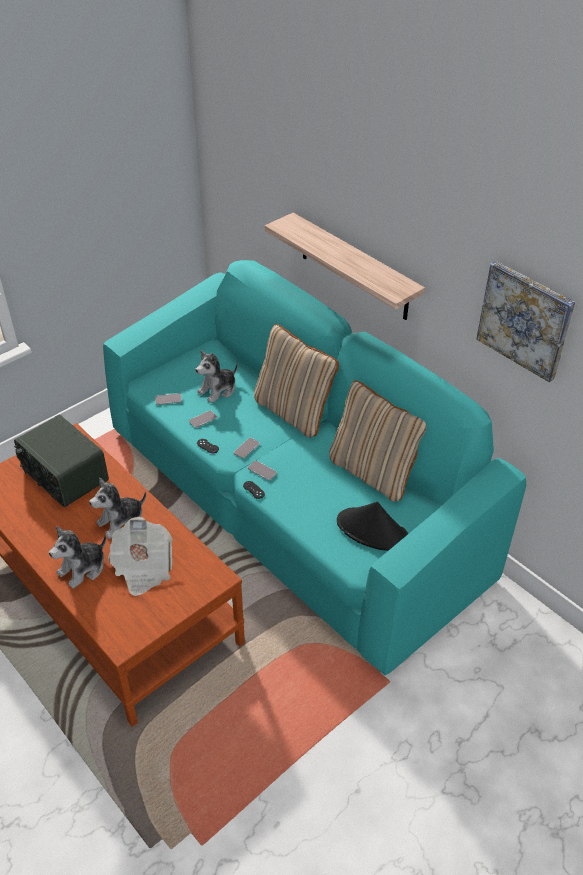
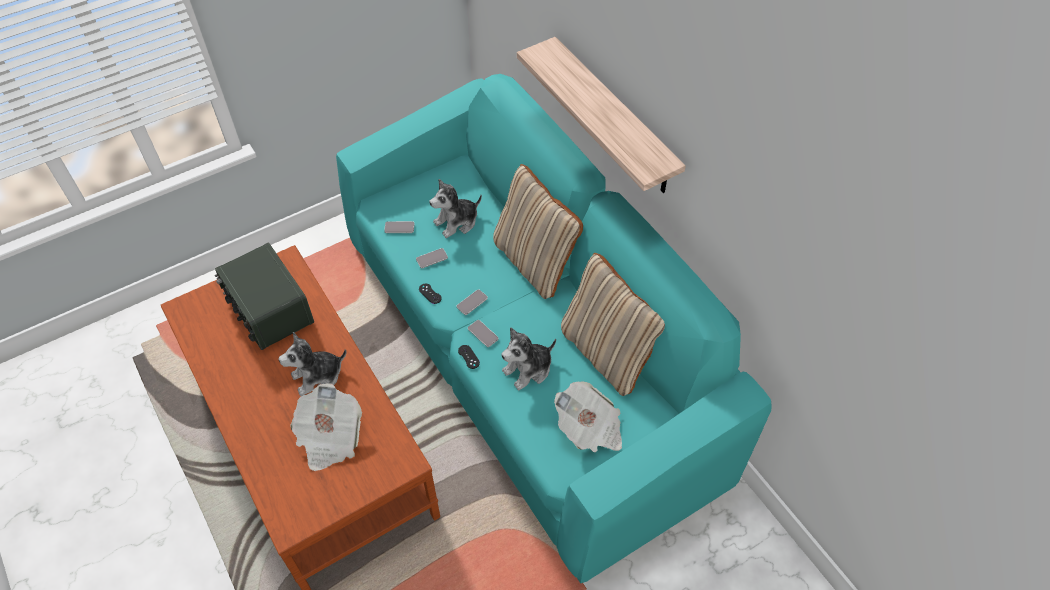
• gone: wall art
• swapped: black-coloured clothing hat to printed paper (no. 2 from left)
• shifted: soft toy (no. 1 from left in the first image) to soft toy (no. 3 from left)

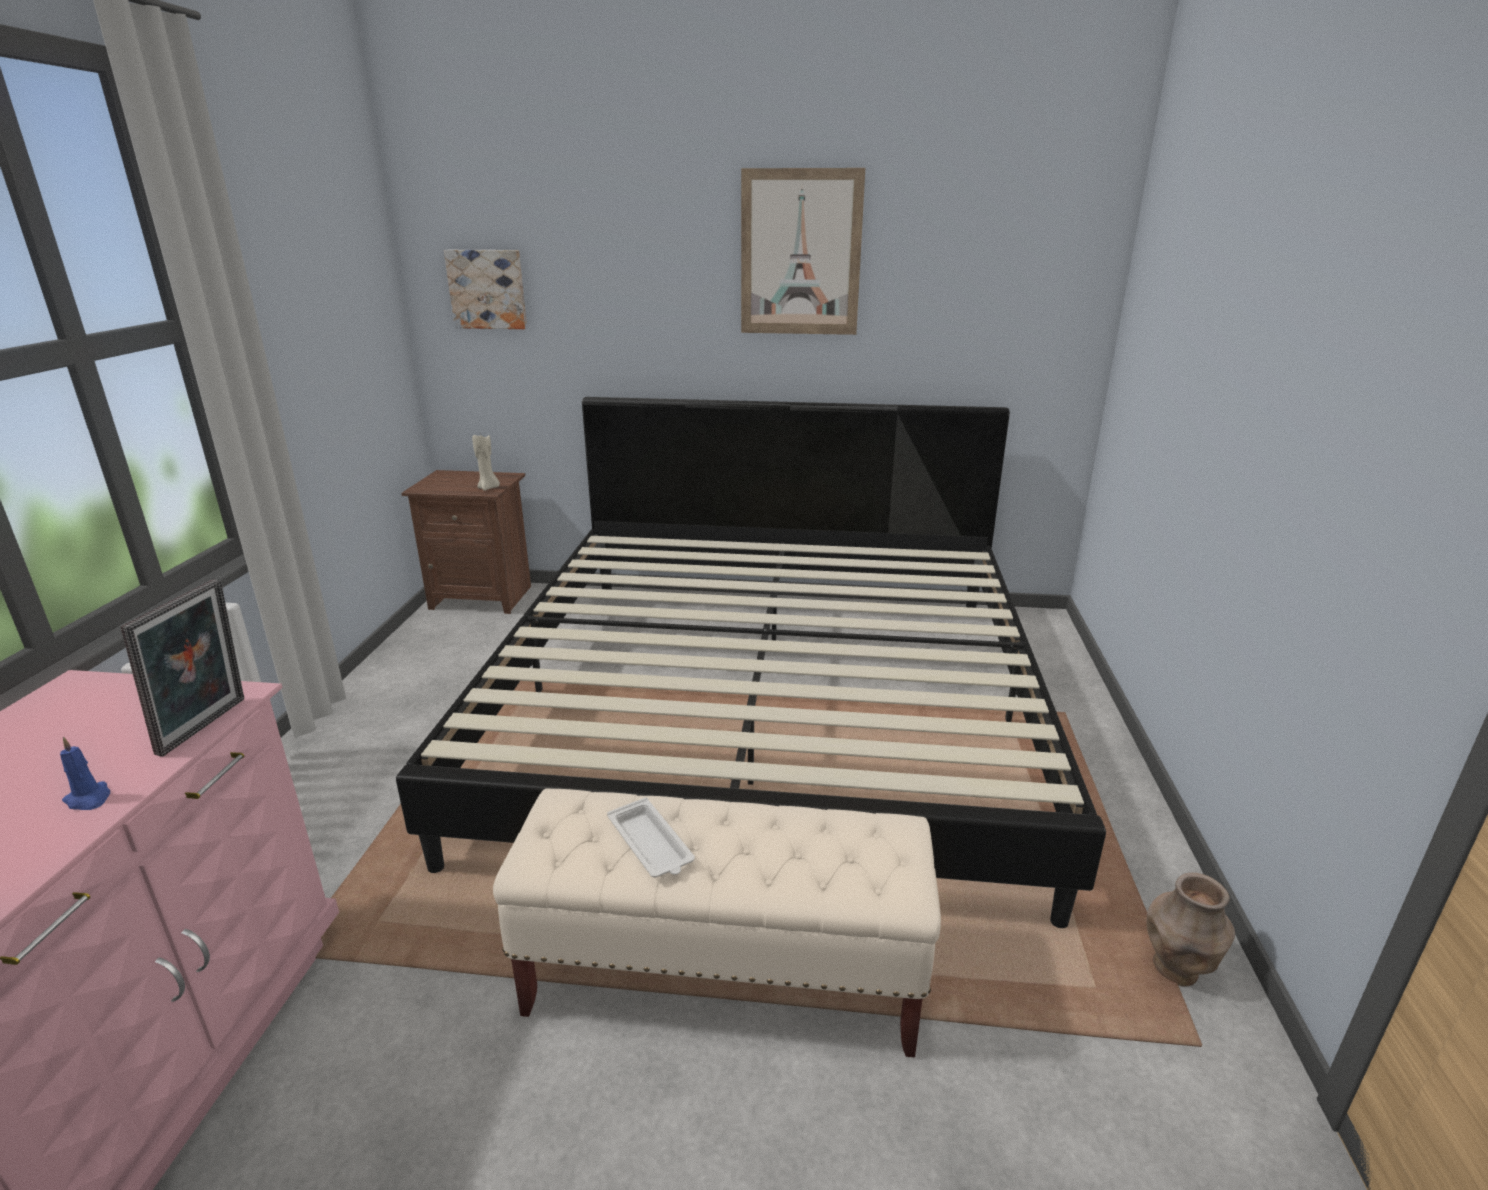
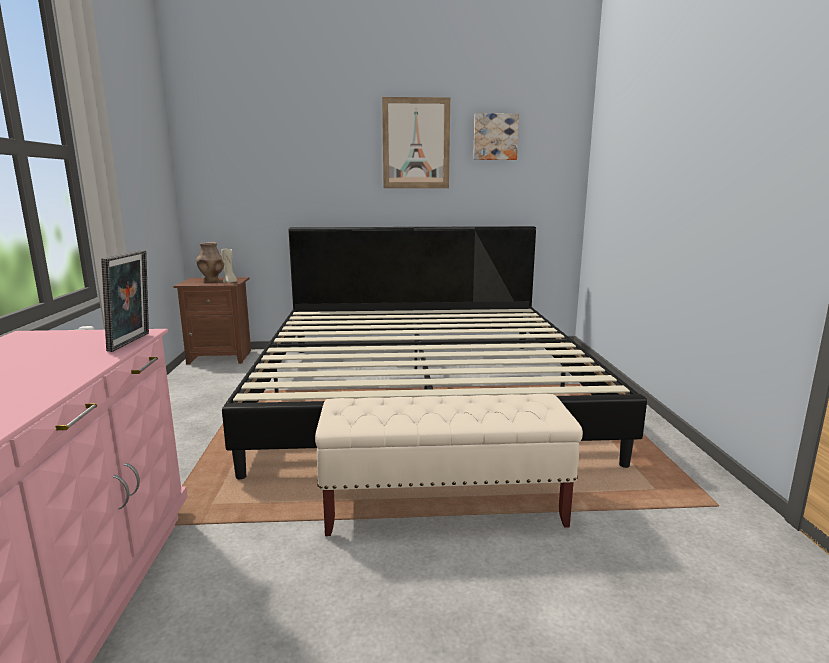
• shifted: wall art (no. 1 from left in the first image) to wall art (no. 2 from left)
• gone: blue-coloured wax light
• gone: white-coloured carrying tray
• shifted: brown flower vase

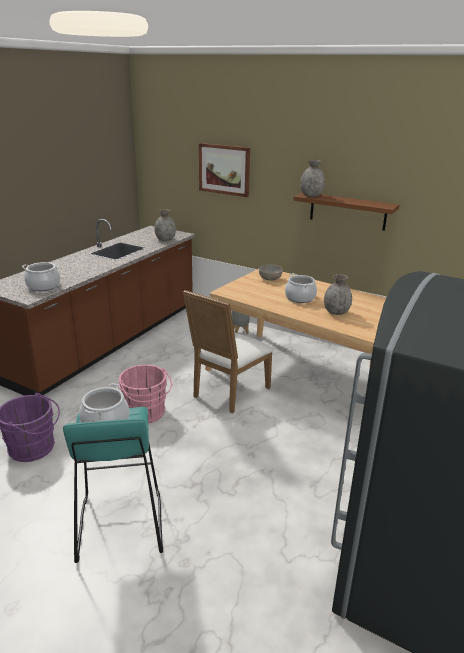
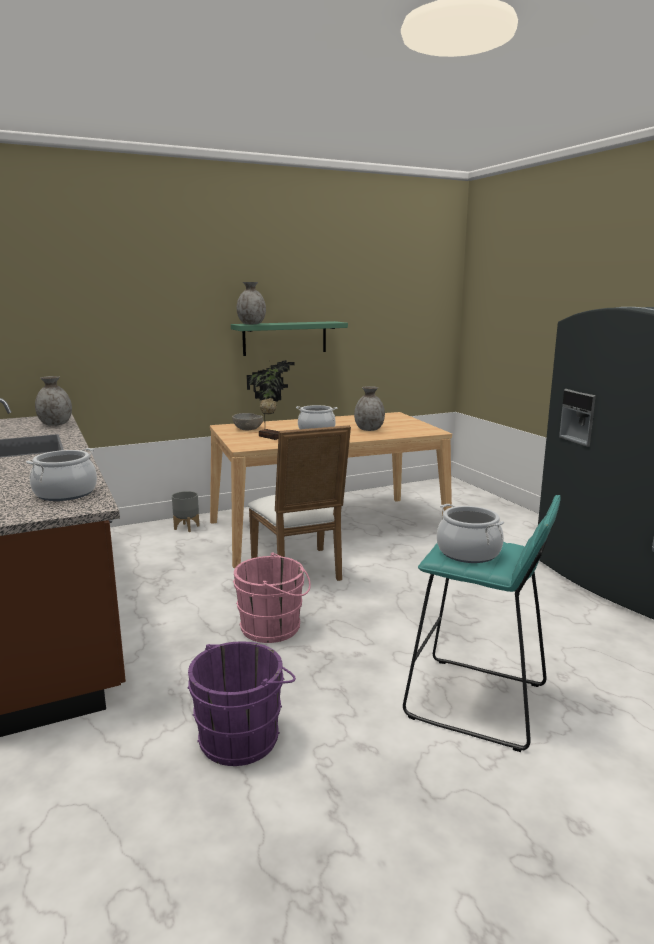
• gone: wall art
• repainted: brown bracket shelf to greenish bracket shelf
• new: plant in a pot

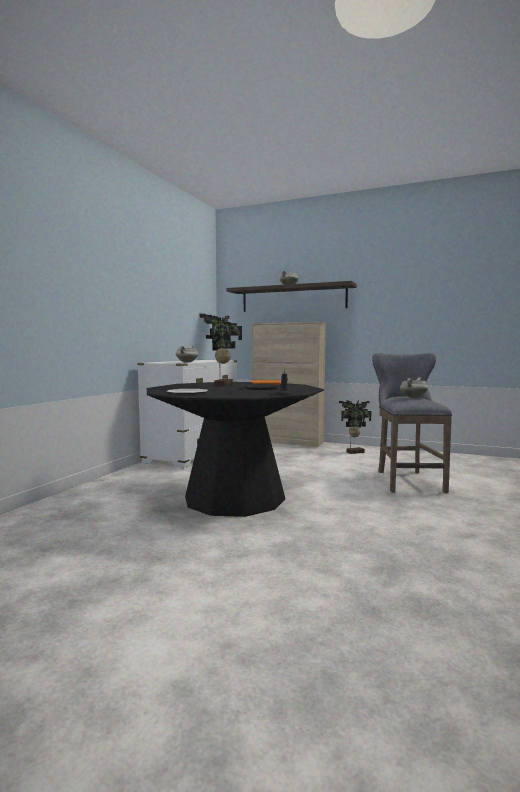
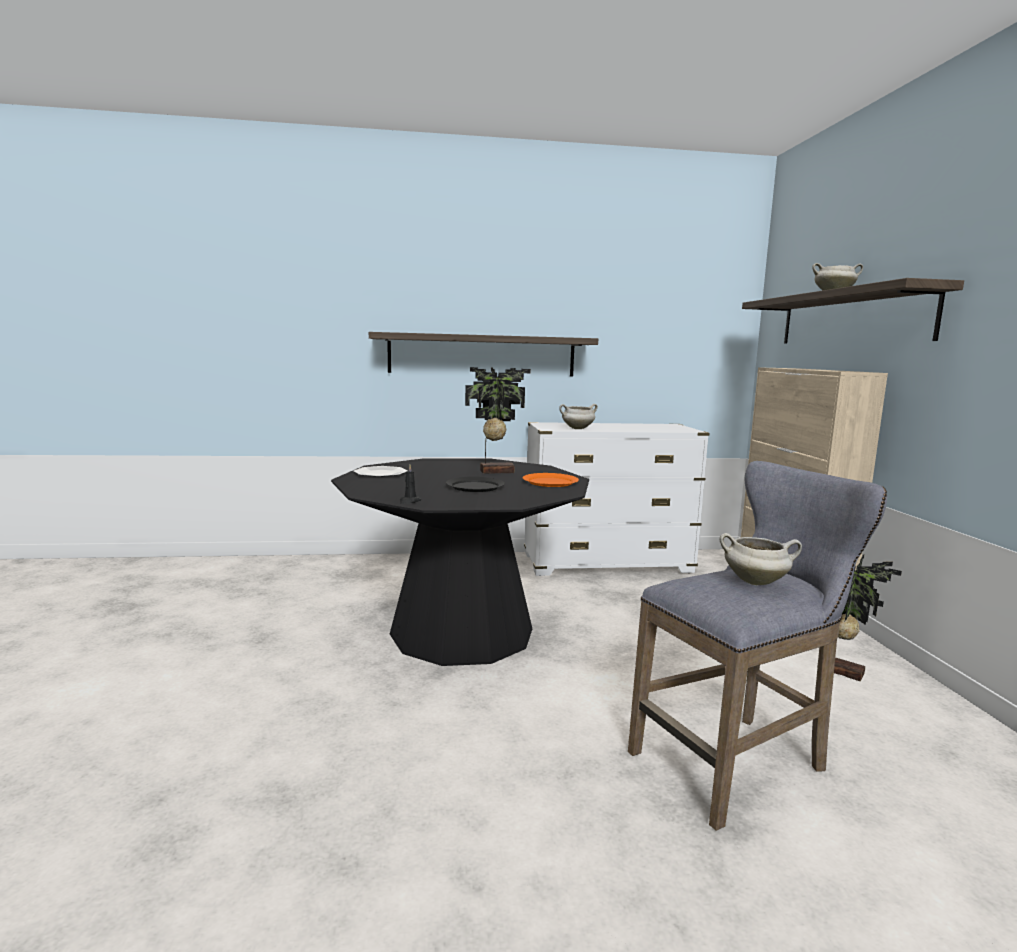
• new: bracket shelf (no. 1 from left)

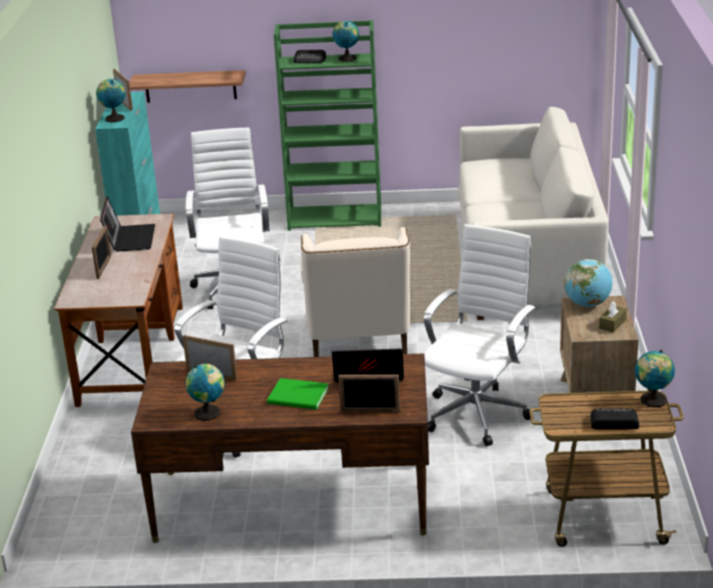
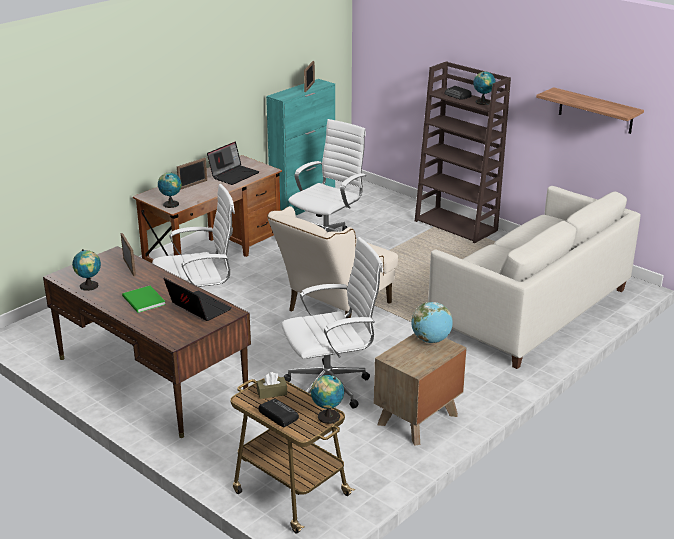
• repainted: greenish shelving unit to brown shelving unit
• shifted: bracket shelf
• shifted: world globe (no. 1 from left in the first image) to world globe (no. 2 from left)
• shifted: brown tissue box
• gone: photo frame (no. 4 from left)

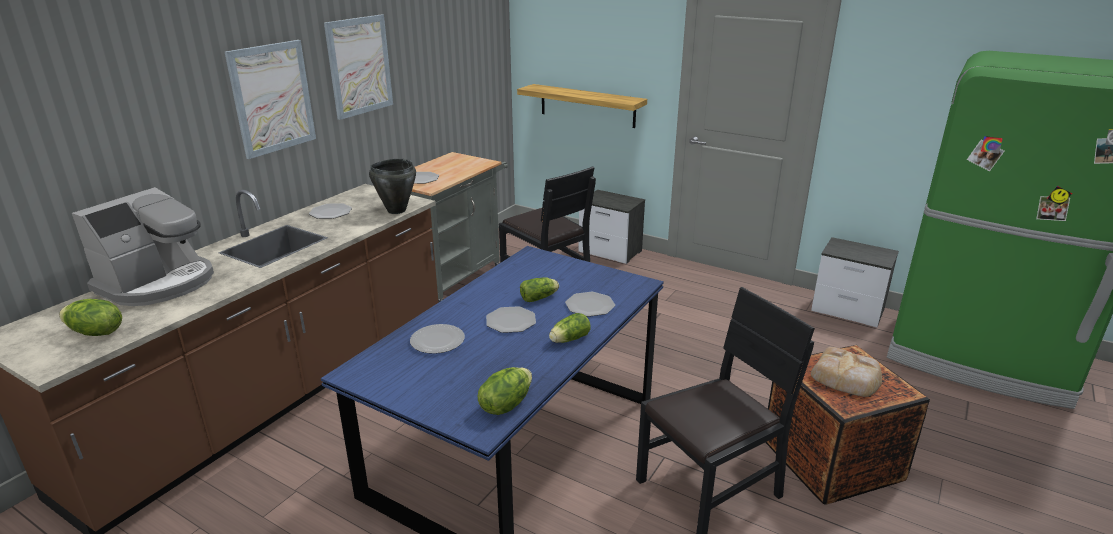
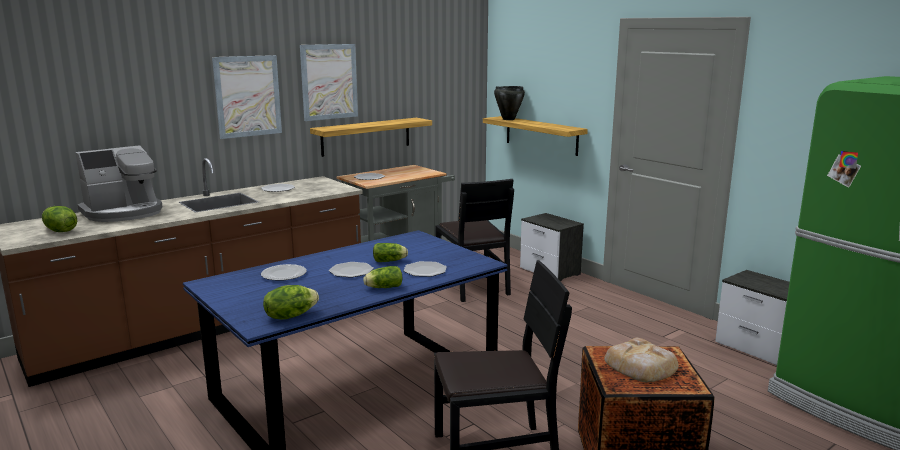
• shifted: black-coloured stockpot
• new: bracket shelf (no. 1 from left)

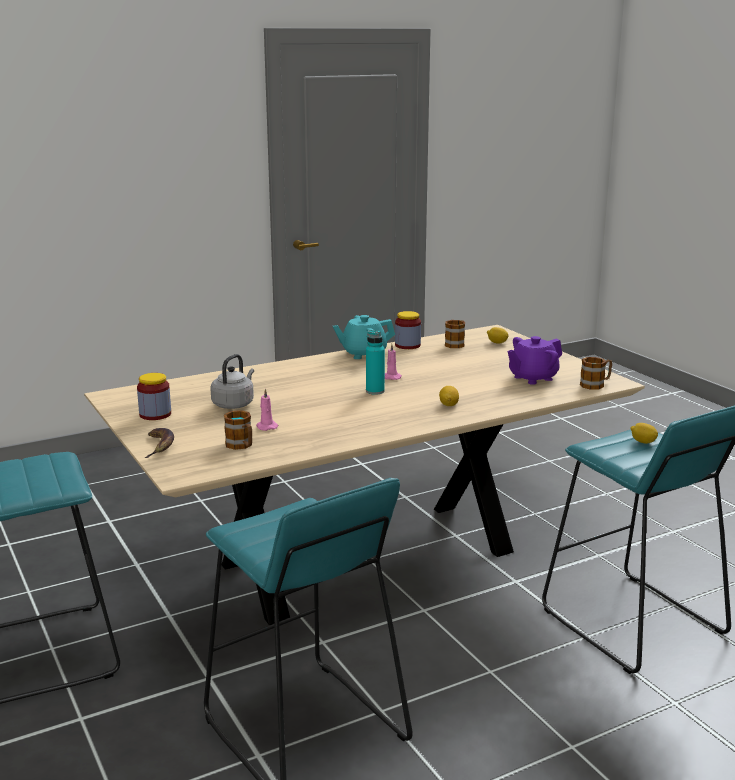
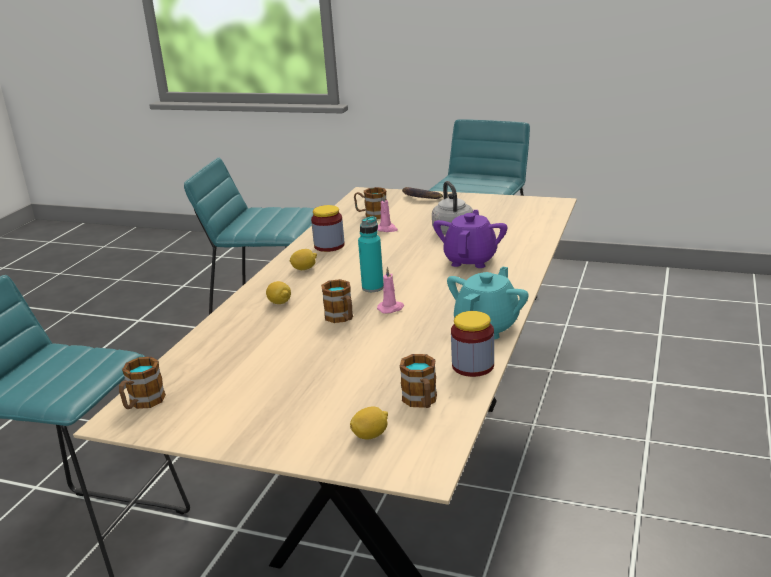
• shifted: purple tea pot
• shifted: preserve jar (no. 1 from left)
• shifted: lemon (no. 3 from left in the first image) to lemon (no. 2 from left)
• new: coffee mug (no. 2 from left)

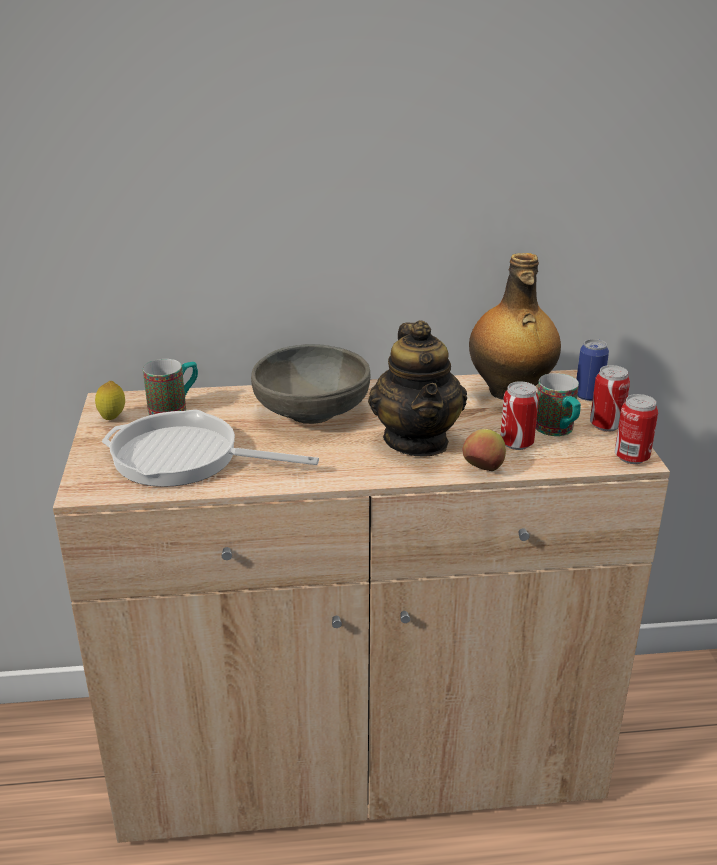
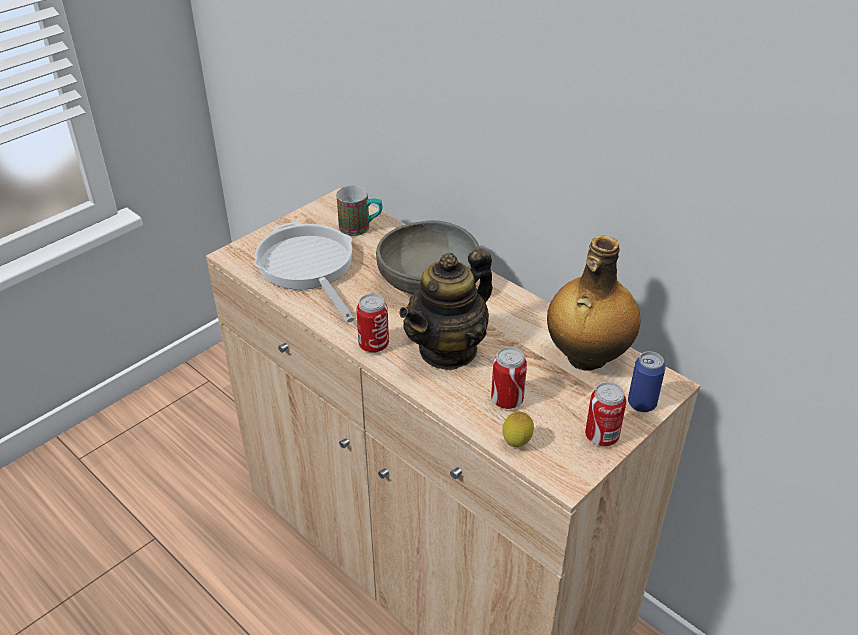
• gone: coffee mug (no. 2 from left)
• shifted: lemon
• shifted: sealed can (no. 4 from left in the first image) to sealed can (no. 1 from left)
• gone: apple fruit

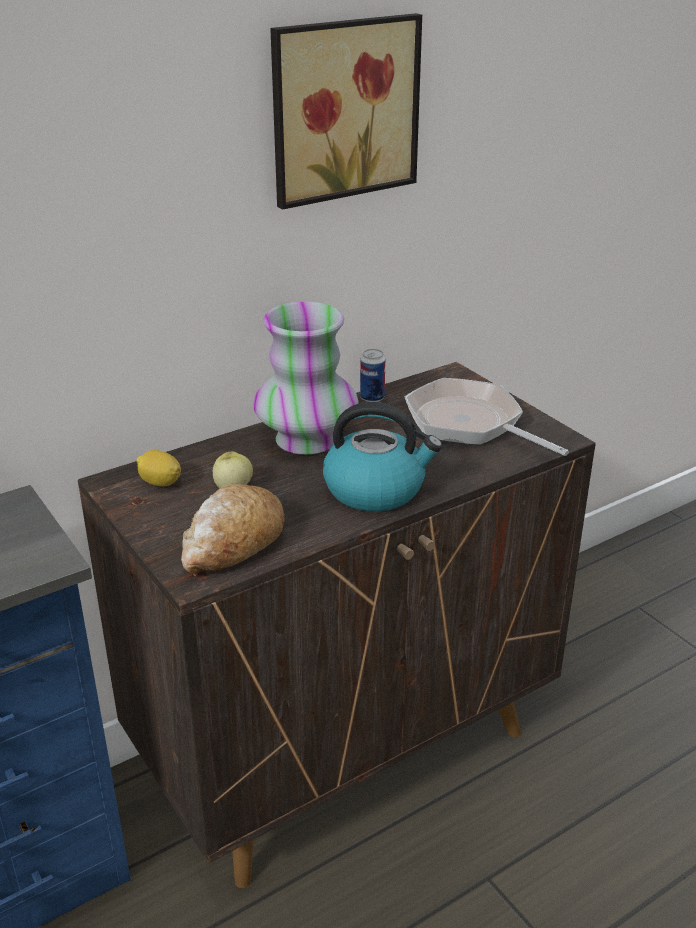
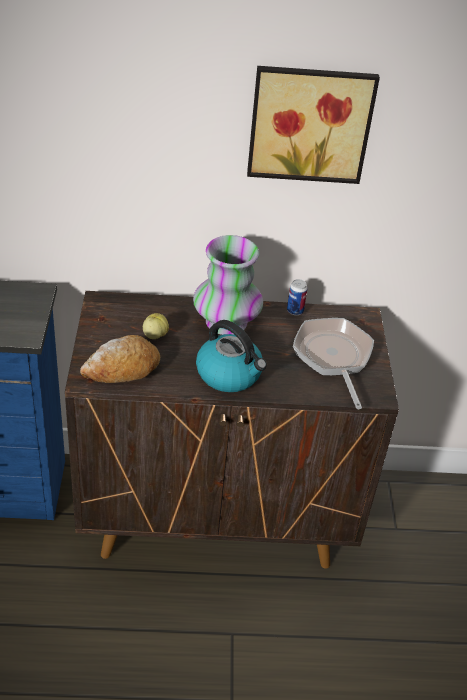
• gone: lemon

